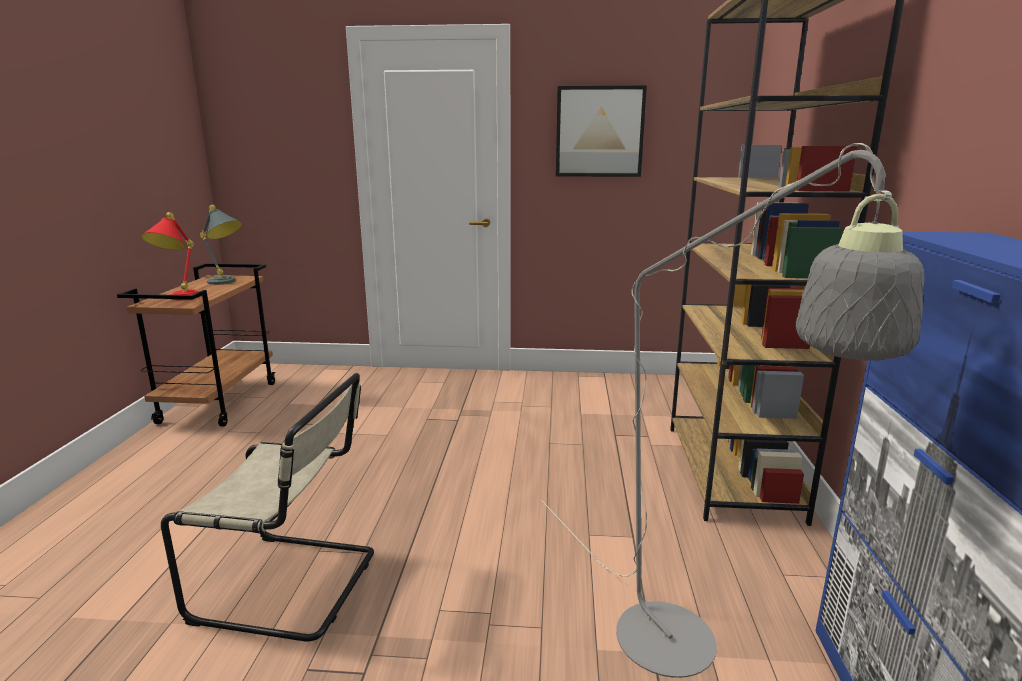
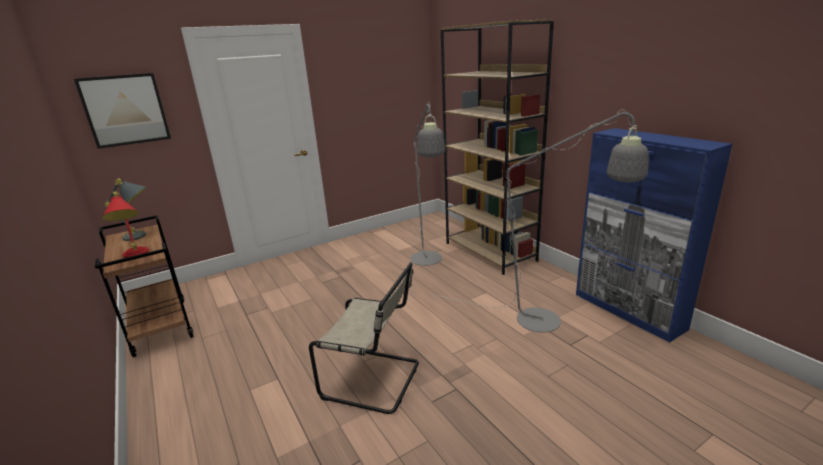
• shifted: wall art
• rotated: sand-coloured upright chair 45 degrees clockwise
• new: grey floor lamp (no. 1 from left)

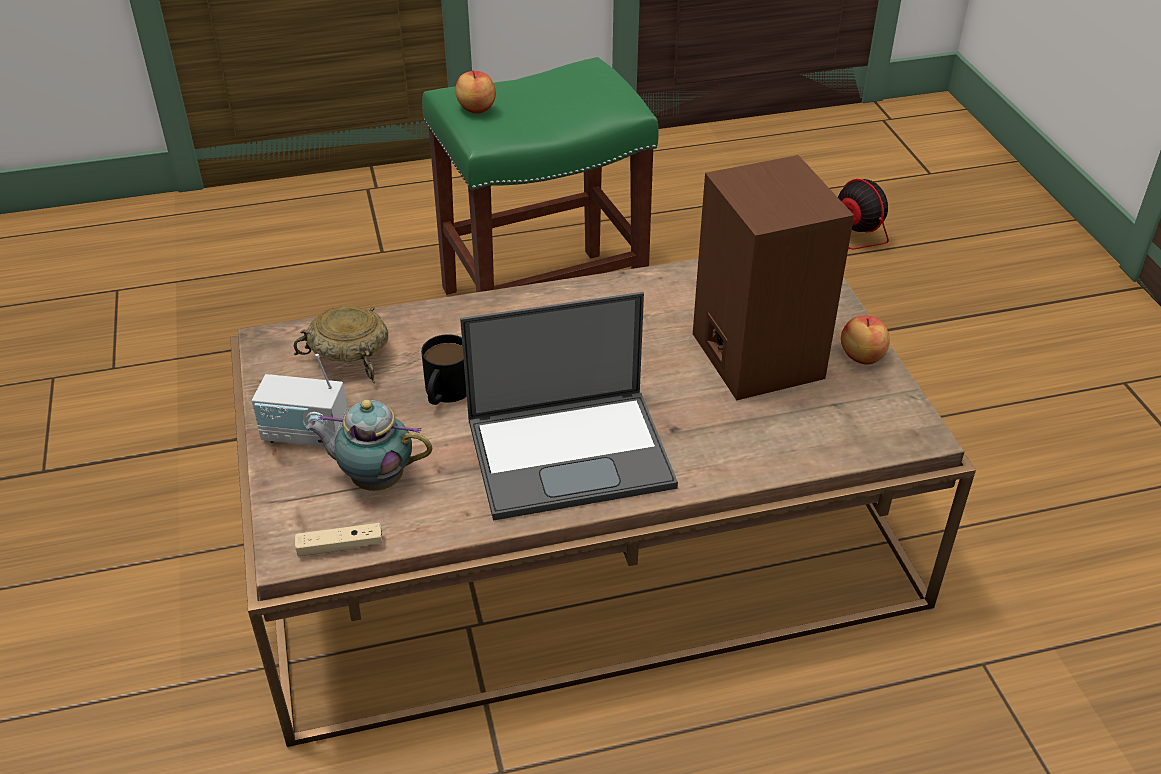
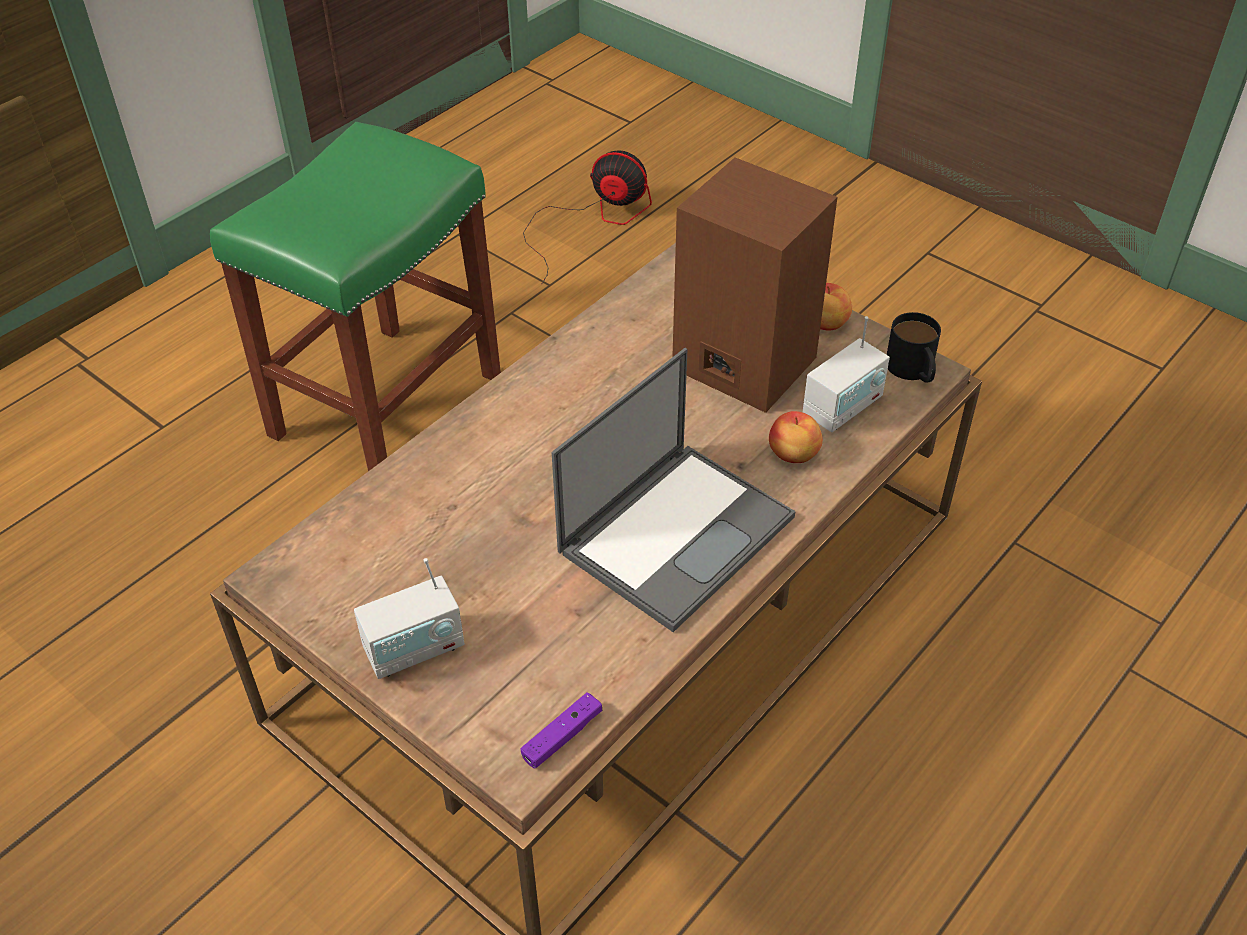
• shifted: apple fruit (no. 1 from left)
• gone: sand-coloured serving bowl
• shifted: black-coloured coffee mug
• gone: tea pot
• repainted: sand-coloured joypad to purple joypad
• new: radio receiver (no. 2 from left)

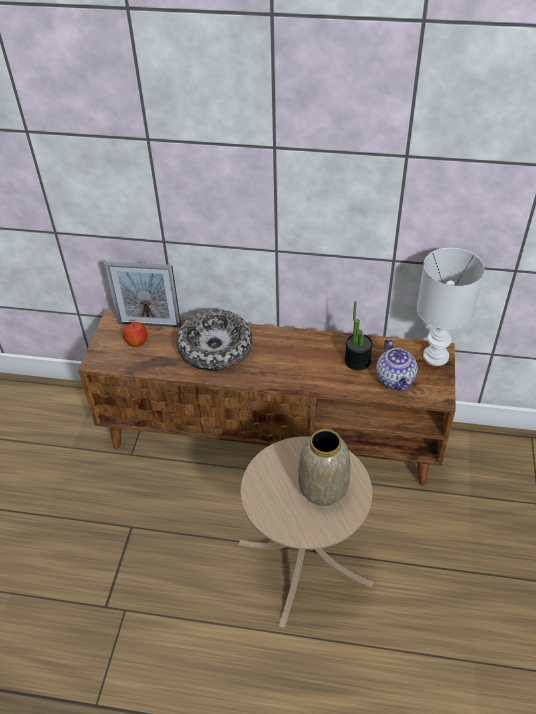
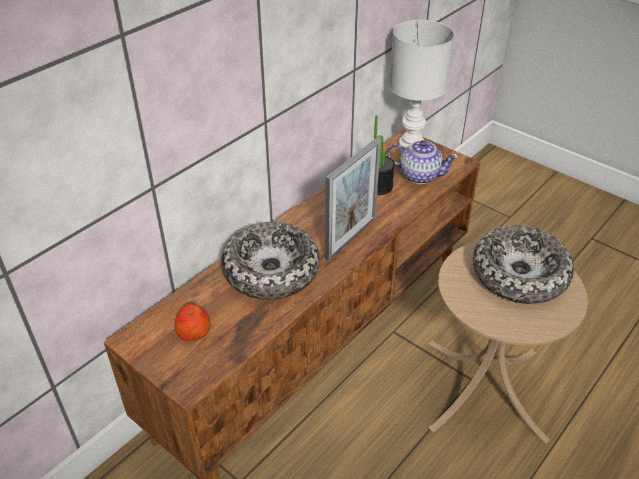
• shifted: photo frame
• swapped: flower vase to serving bowl (no. 2 from left)

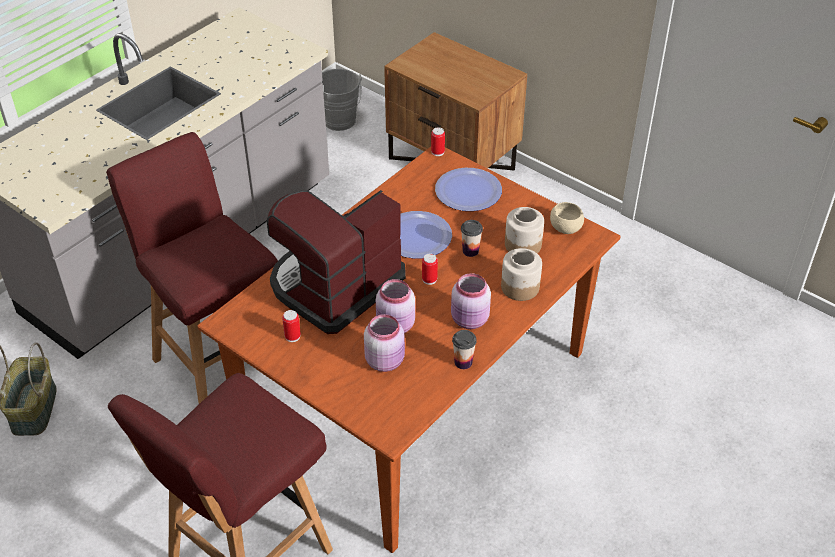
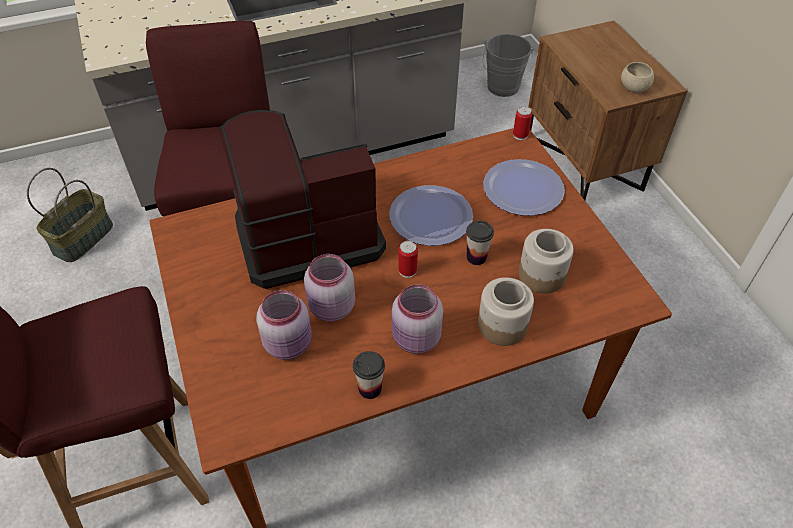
• shifted: sand-coloured serving bowl
• gone: sealed can (no. 1 from left)

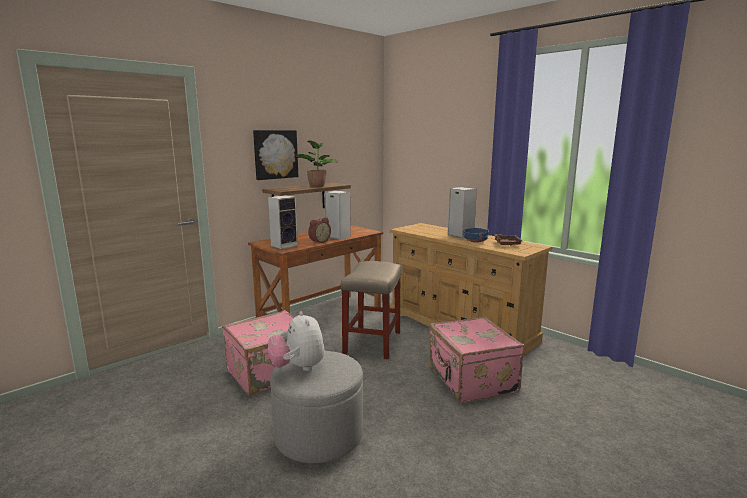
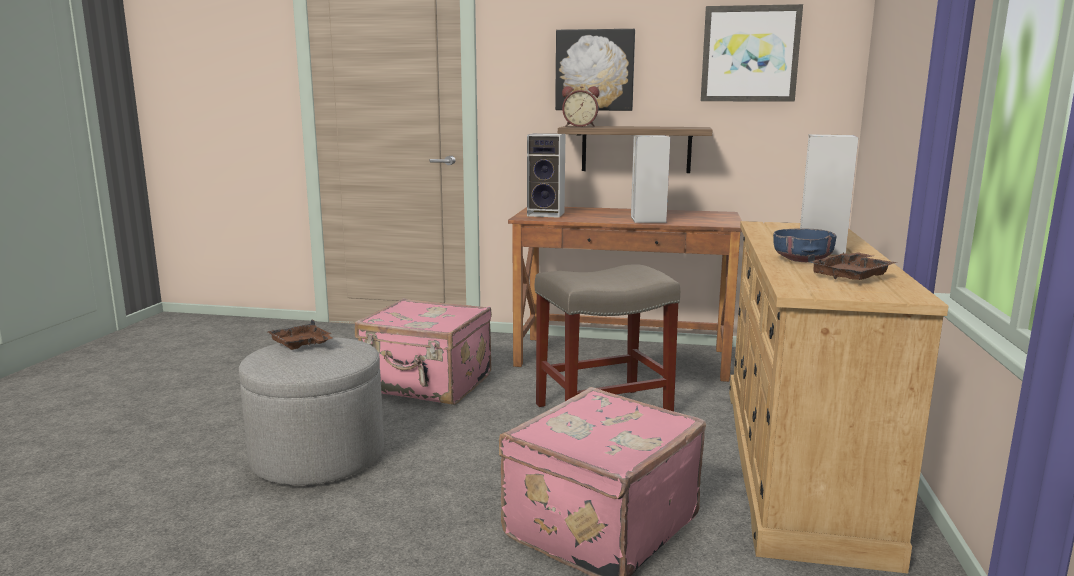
• gone: plant in a pot
• shifted: bedside clock
• swapped: soft toy to brown carrying tray (no. 1 from left)
• new: wall art (no. 2 from left)

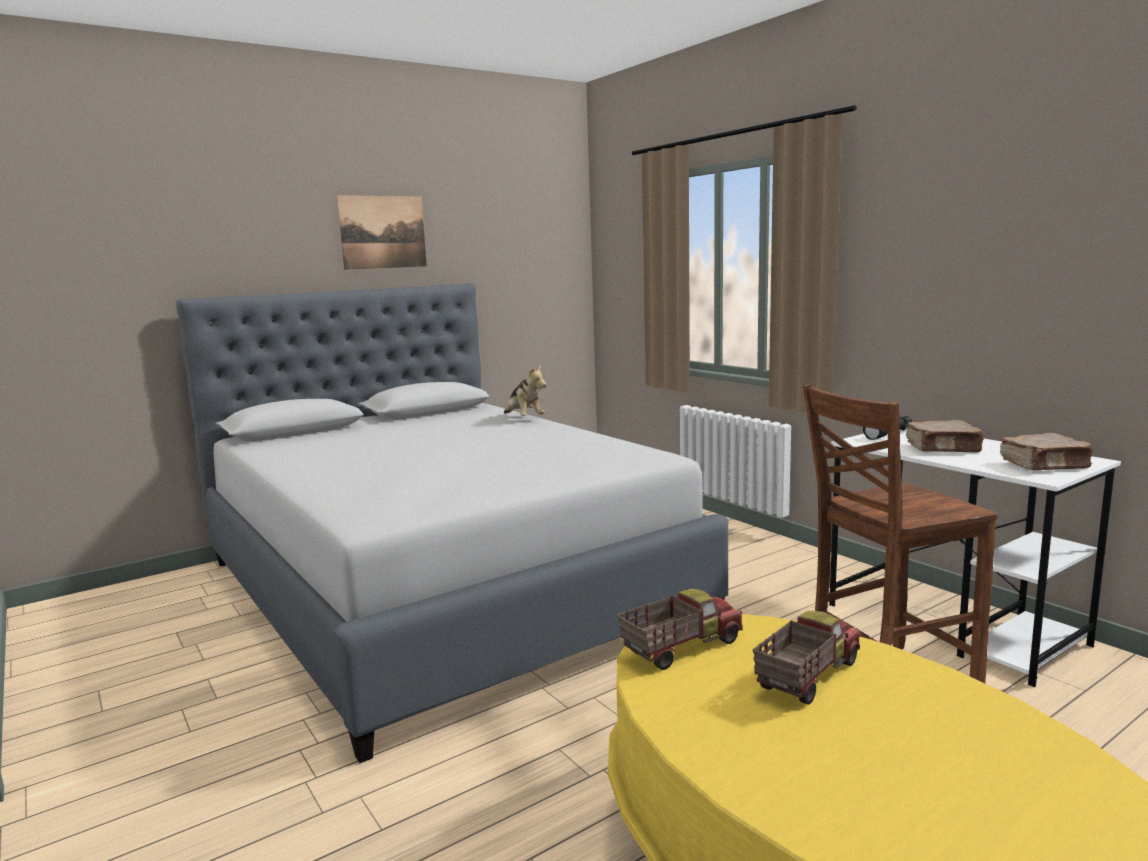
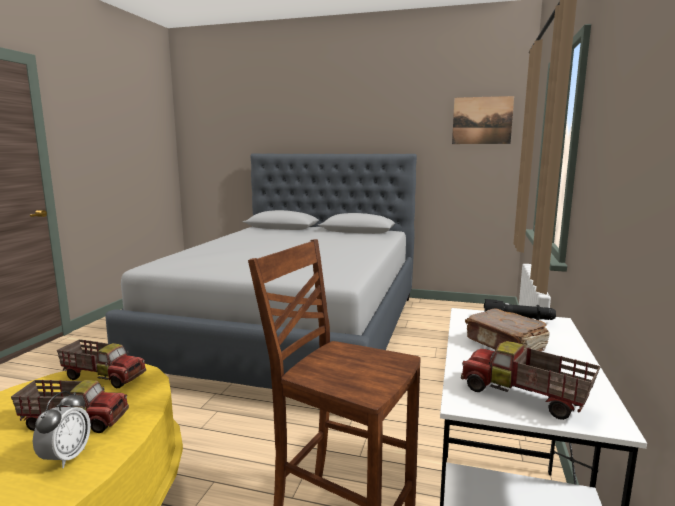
• shifted: wall art
• gone: soft toy
• swapped: brown book (no. 2 from left) to toy lorry (no. 3 from left)
• new: bedside clock

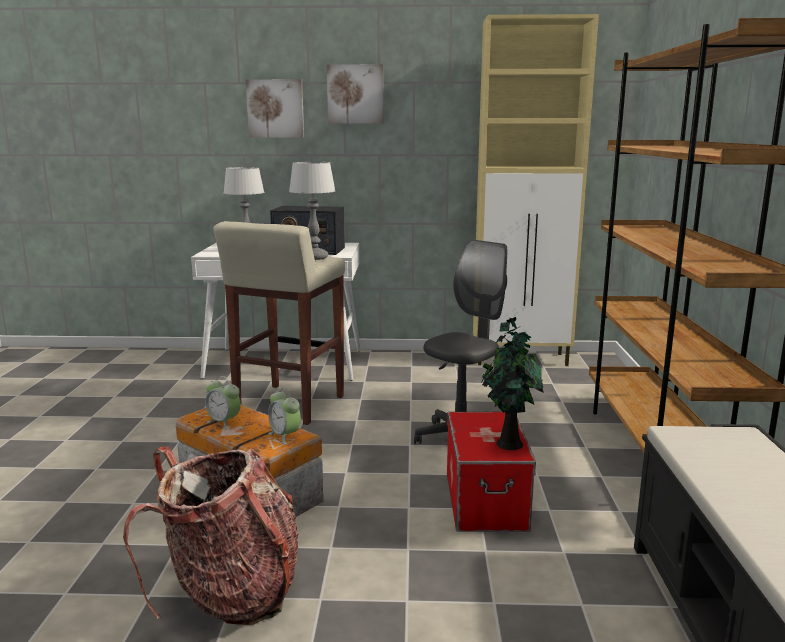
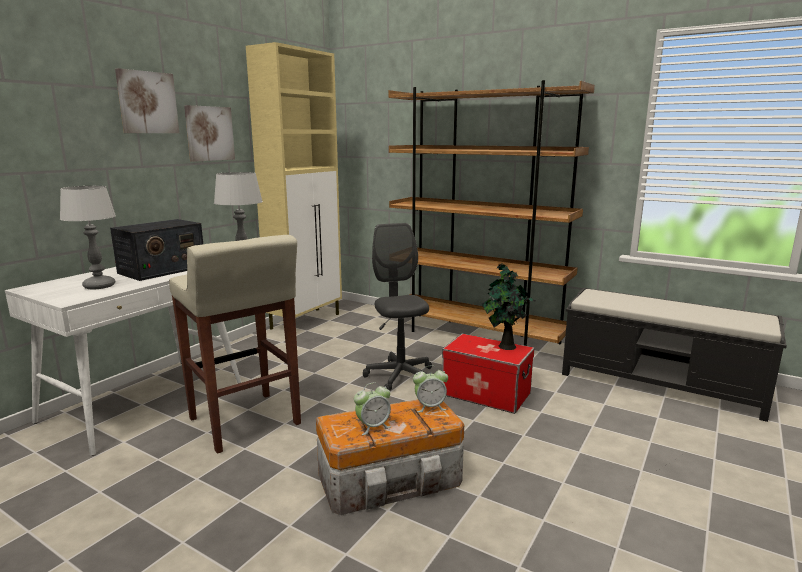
• shifted: wall art (no. 1 from left in the first image) to wall art (no. 2 from left)
• gone: knapsack

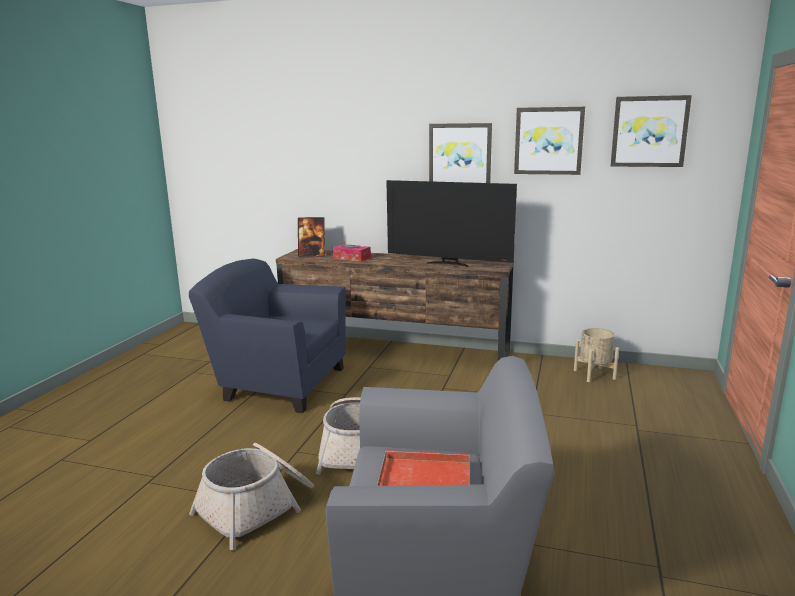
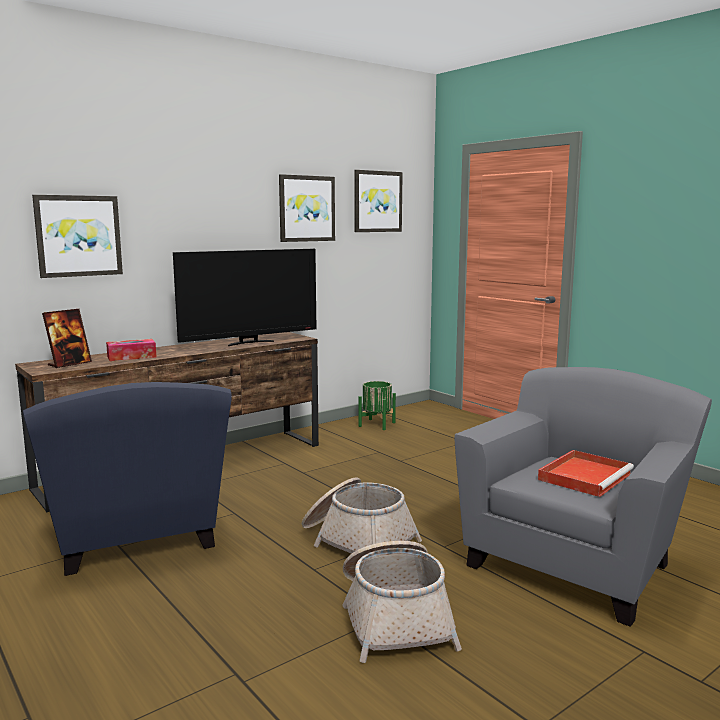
• shifted: wall art (no. 1 from left)
• rotated: blue-coloured armchair 75 degrees counterclockwise
• repainted: sand-coloured flower pot to greenish flower pot

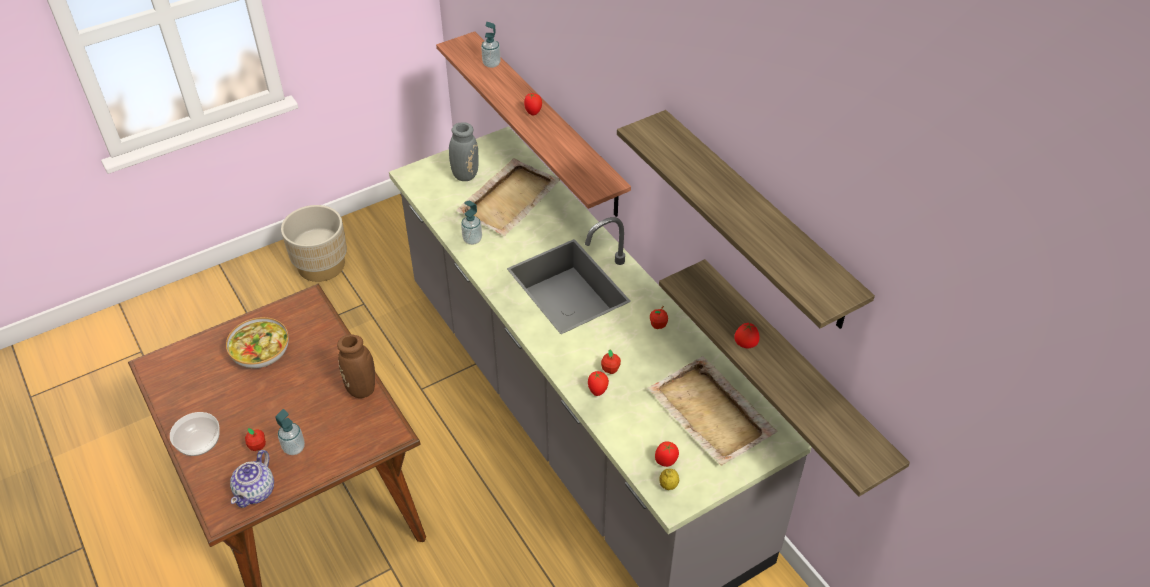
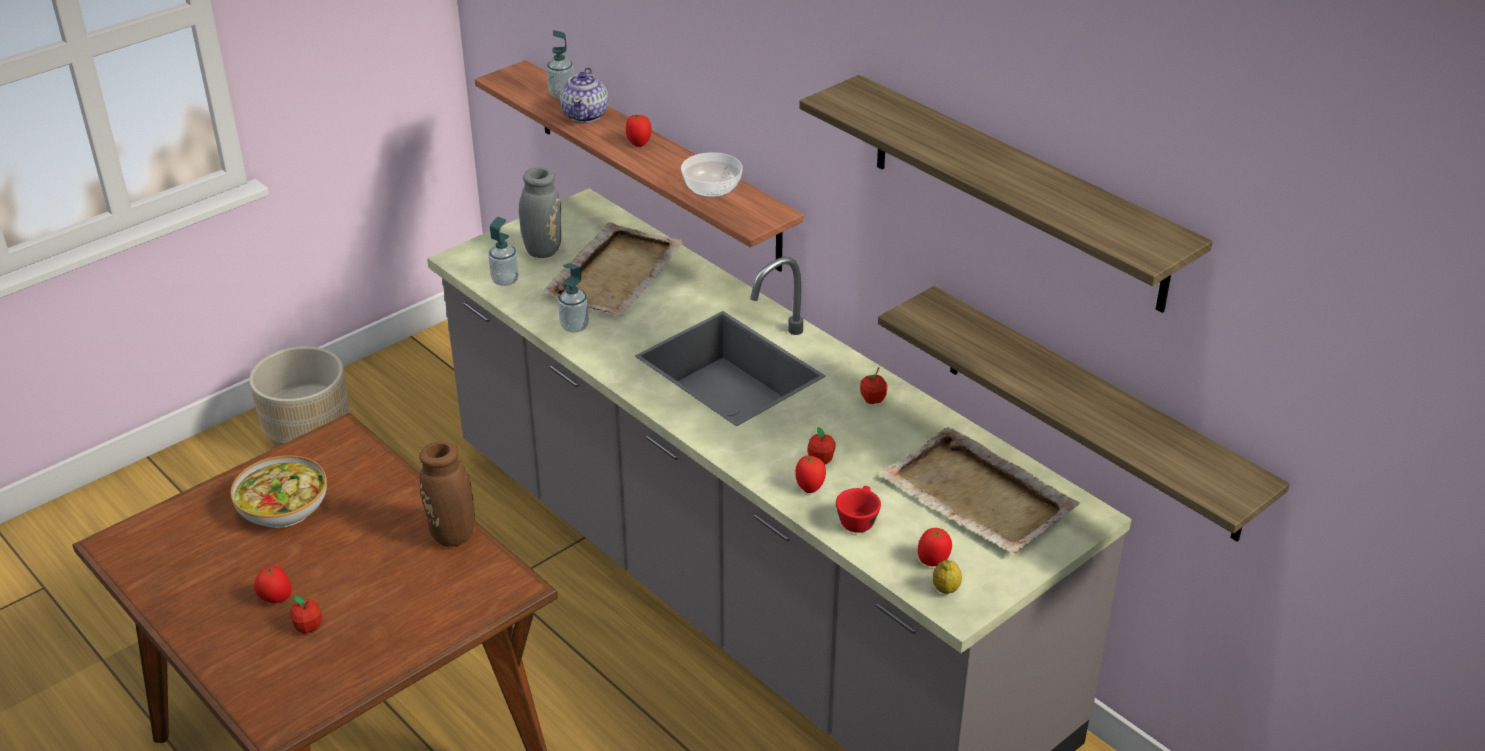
• shifted: tomato (no. 4 from left in the first image) to tomato (no. 1 from left)
• shifted: liquid soap bottle (no. 1 from left)
• shifted: serving bowl (no. 1 from left in the first image) to serving bowl (no. 2 from left)
• shifted: tea pot
• new: reddish cup

